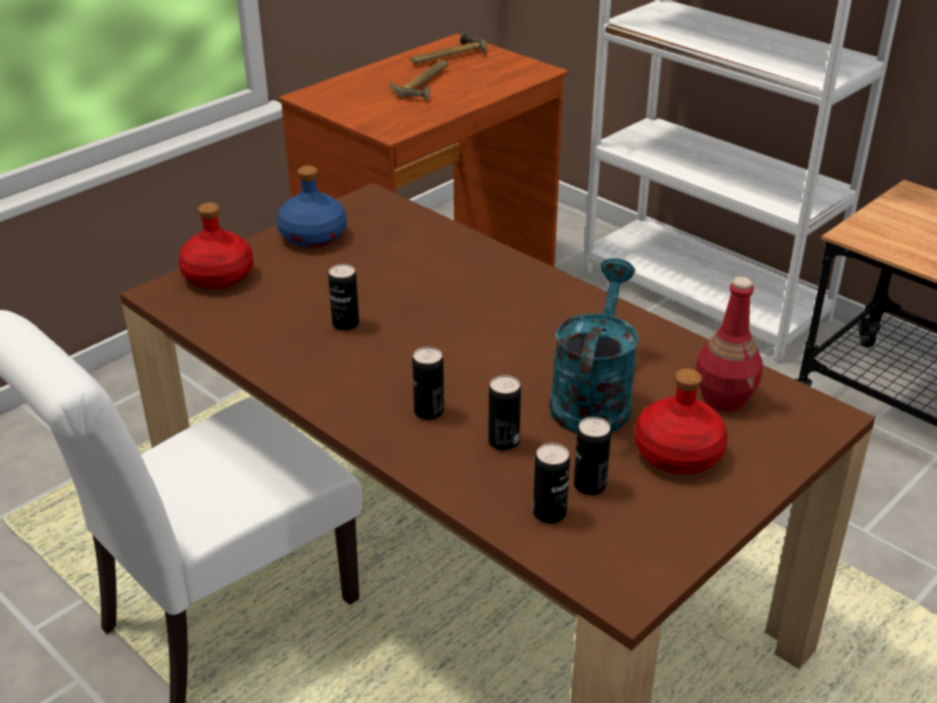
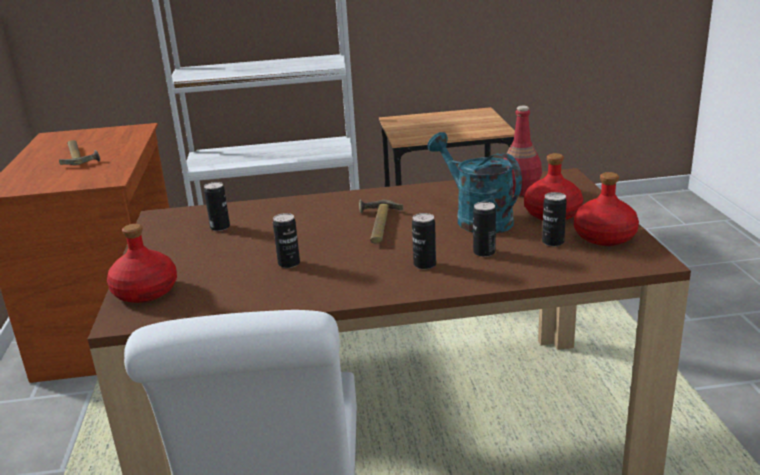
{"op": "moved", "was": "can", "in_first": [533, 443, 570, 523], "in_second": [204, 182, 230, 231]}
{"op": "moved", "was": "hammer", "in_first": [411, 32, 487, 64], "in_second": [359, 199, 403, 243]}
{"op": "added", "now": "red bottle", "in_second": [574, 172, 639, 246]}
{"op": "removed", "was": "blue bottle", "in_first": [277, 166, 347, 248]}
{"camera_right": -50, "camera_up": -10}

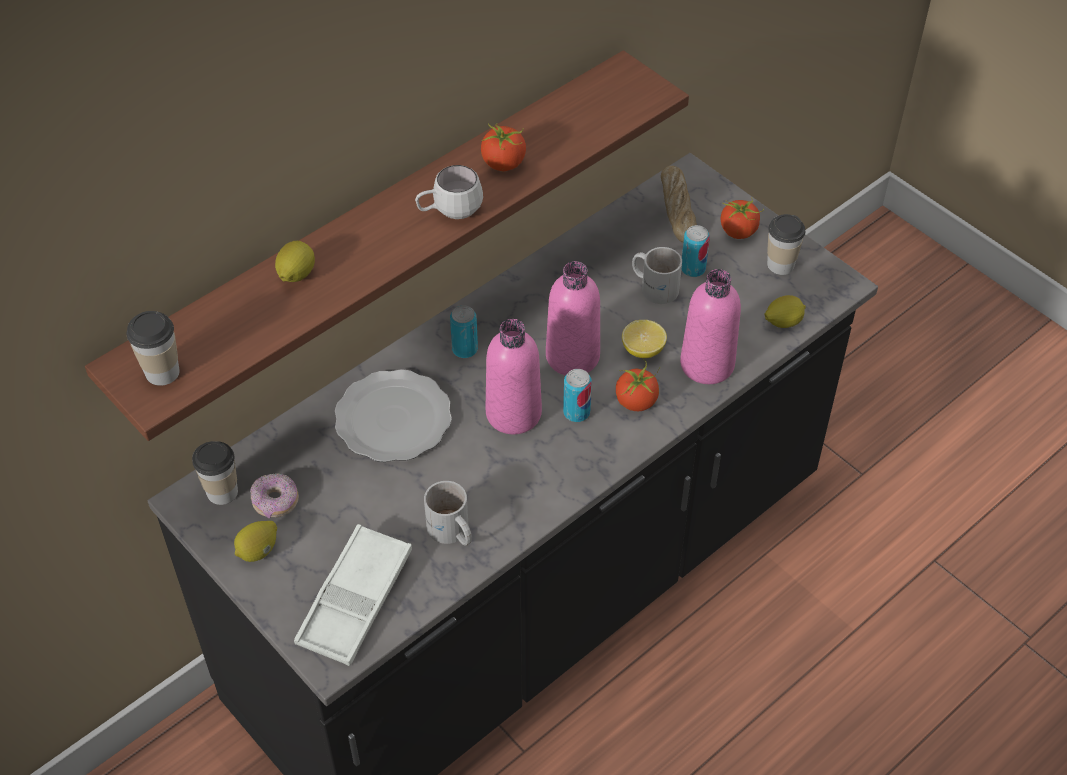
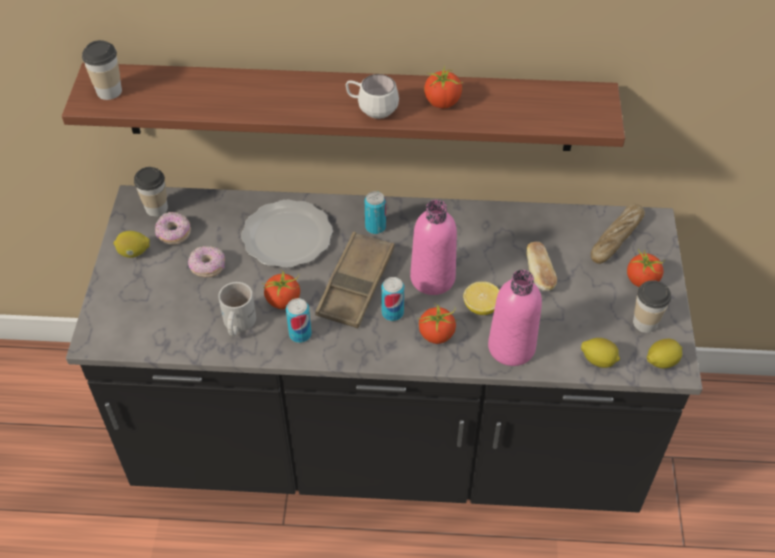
{"op": "added", "now": "donut", "in_second": [188, 246, 225, 277]}
{"op": "added", "now": "tomato", "in_second": [262, 269, 300, 309]}
{"op": "moved", "was": "can", "in_first": [681, 225, 710, 277], "in_second": [286, 298, 312, 343]}
{"op": "replaced", "was": "pink bottle", "now": "brown tray", "in_first": [486, 319, 542, 434], "in_second": [315, 231, 394, 328]}
{"op": "replaced", "was": "white mug", "now": "bread", "in_first": [632, 247, 682, 304], "in_second": [526, 242, 557, 291]}
{"op": "moved", "was": "lemon", "in_first": [275, 241, 315, 282], "in_second": [647, 339, 682, 368]}
{"op": "removed", "was": "white tray", "in_first": [294, 524, 412, 666]}
{"camera_right": 45, "camera_up": 0}

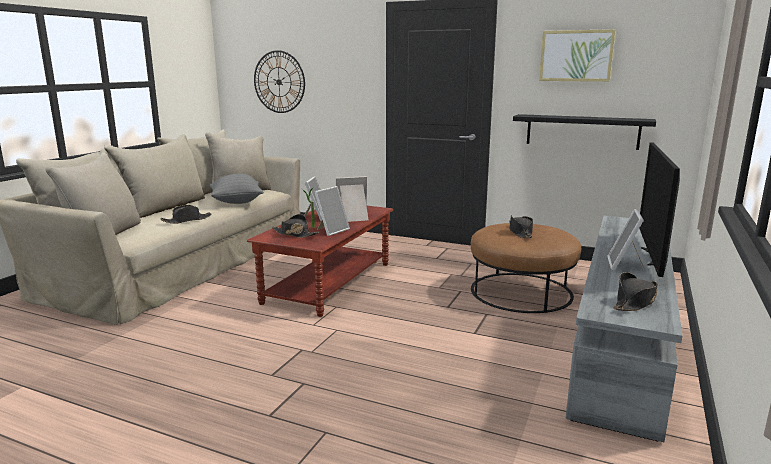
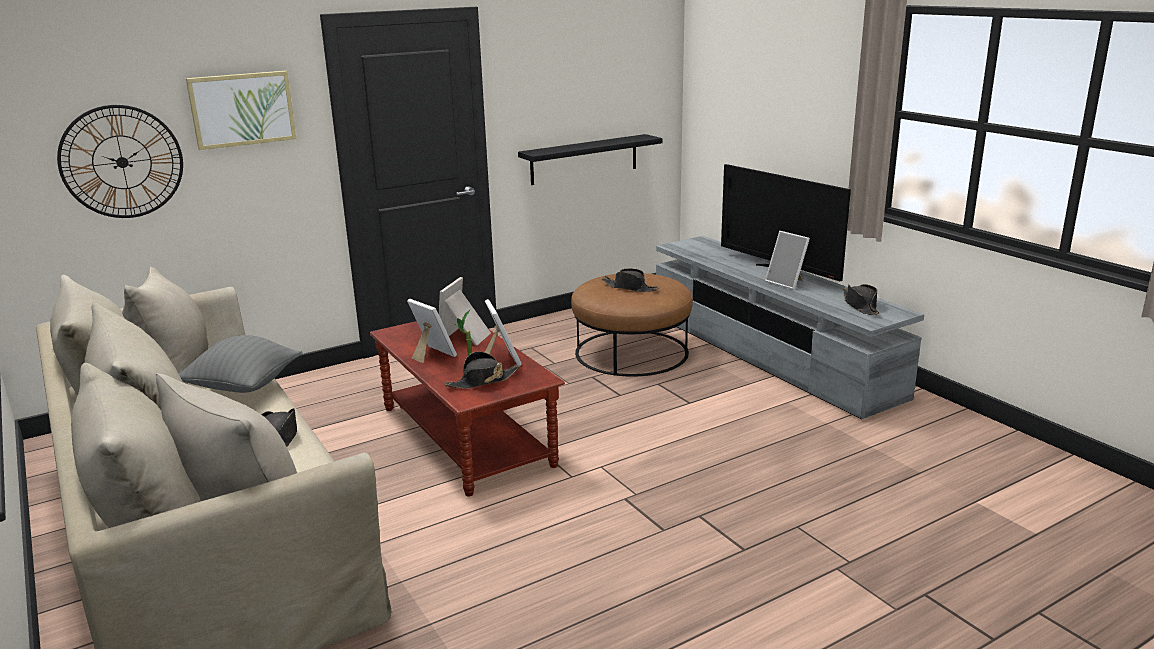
{"op": "moved", "was": "picture", "in_first": [539, 29, 616, 82], "in_second": [186, 71, 297, 150]}
{"camera_right": -55, "camera_up": 5}

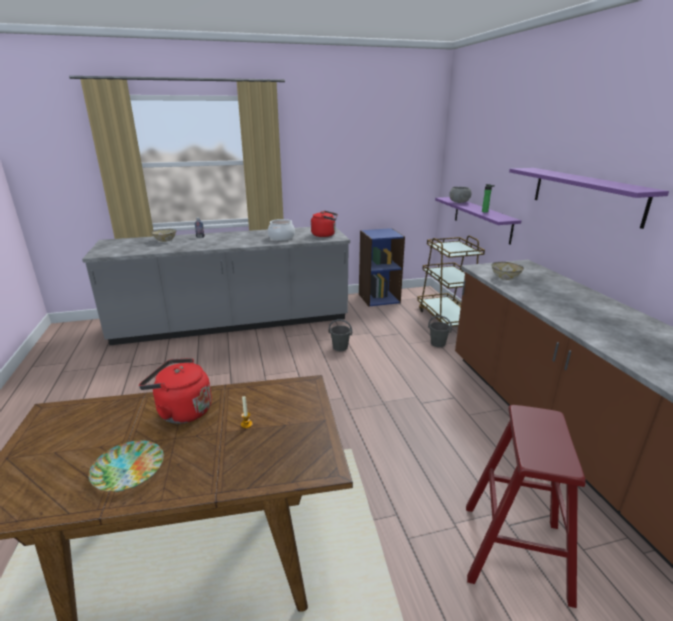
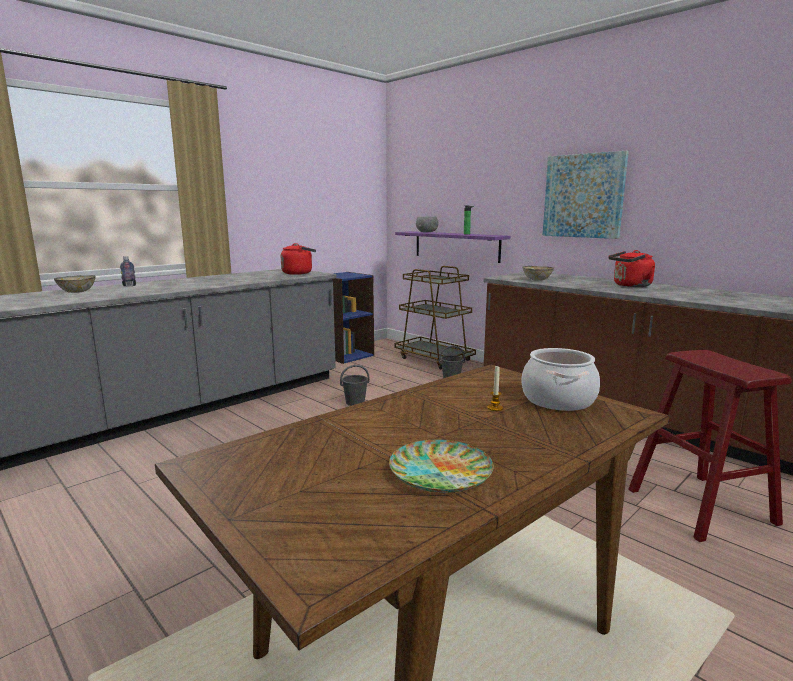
{"op": "moved", "was": "cooking pot", "in_first": [268, 219, 295, 241], "in_second": [521, 348, 600, 411]}
{"op": "replaced", "was": "purple shelf", "now": "picture", "in_first": [509, 168, 669, 229], "in_second": [542, 151, 629, 239]}
{"op": "moved", "was": "red kettle", "in_first": [139, 358, 212, 424], "in_second": [608, 250, 655, 287]}
{"camera_right": -30, "camera_up": -10}

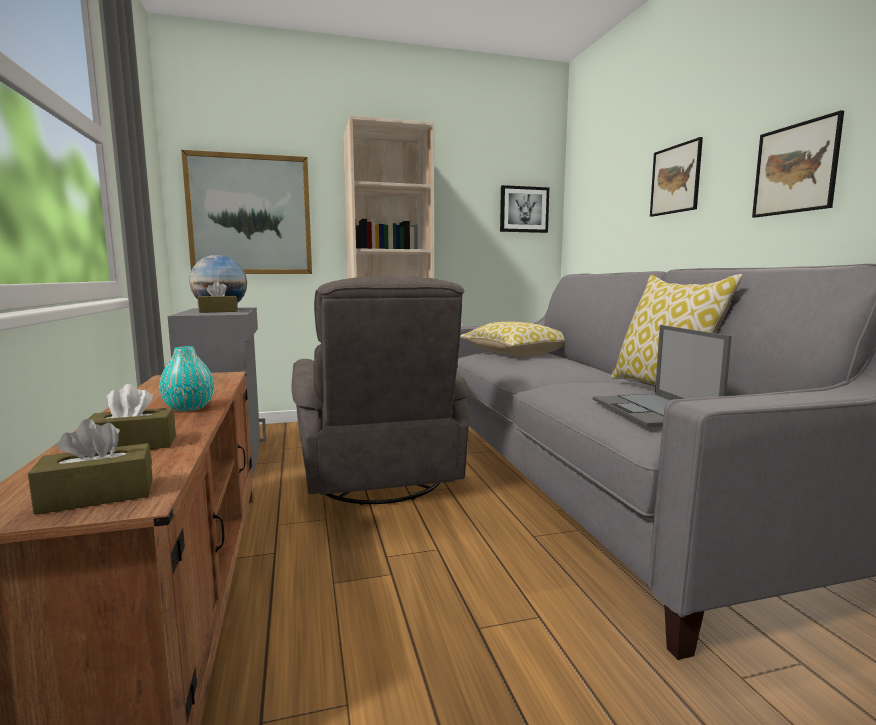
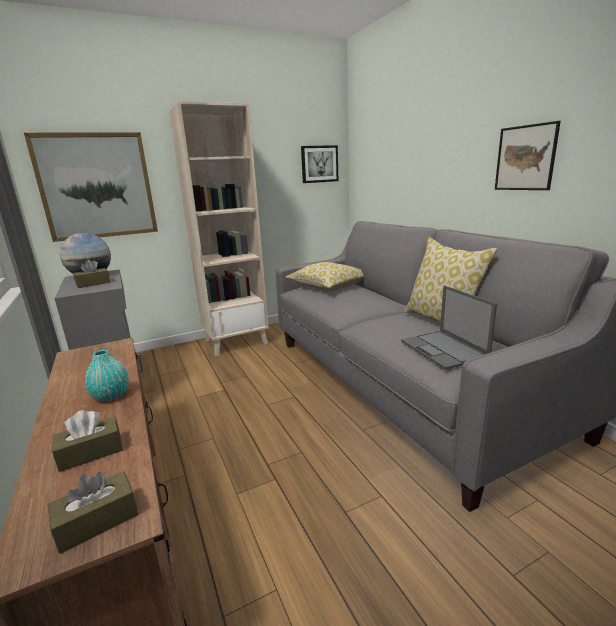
{"op": "removed", "was": "grey armchair", "in_first": [292, 276, 469, 505]}
{"op": "removed", "was": "picture", "in_first": [650, 137, 703, 217]}
{"camera_right": -10, "camera_up": 10}

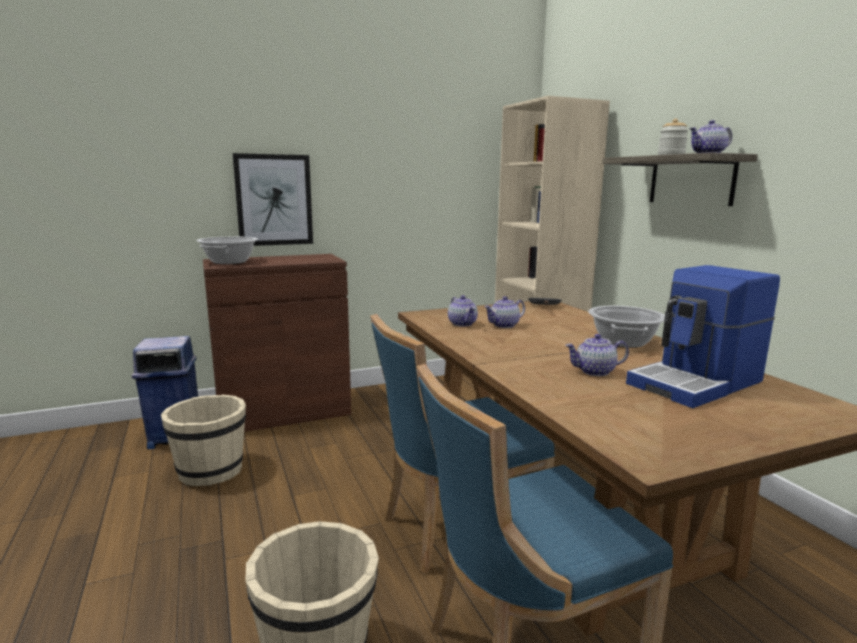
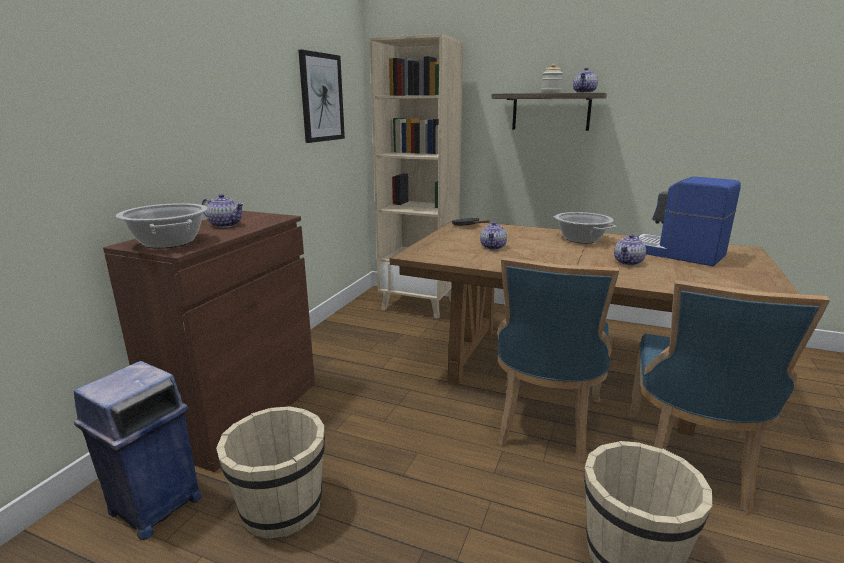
{"op": "moved", "was": "teapot", "in_first": [448, 295, 478, 326], "in_second": [202, 194, 244, 228]}
{"op": "moved", "was": "picture", "in_first": [233, 153, 313, 246], "in_second": [298, 50, 345, 143]}
{"op": "turned", "was": "coffee machine", "in_first": [626, 265, 780, 408], "in_second": [638, 176, 741, 266], "clockwise": 120}
{"camera_right": -45, "camera_up": 5}

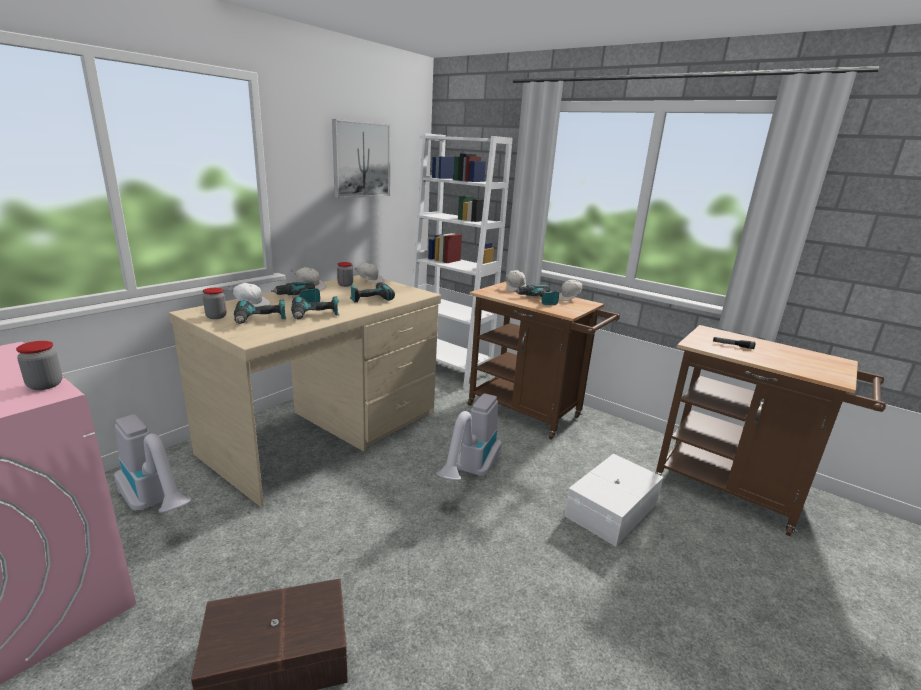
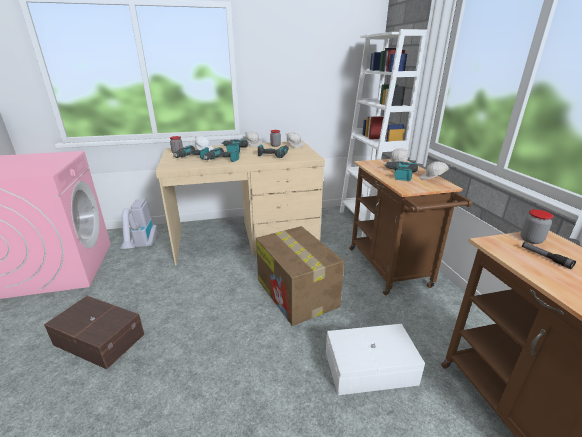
{"op": "replaced", "was": "vacuum cleaner", "now": "cardboard box", "in_first": [436, 394, 502, 481], "in_second": [256, 226, 344, 326]}
{"op": "moved", "was": "jar", "in_first": [16, 341, 62, 390], "in_second": [521, 209, 553, 244]}
{"op": "removed", "was": "picture", "in_first": [332, 119, 390, 198]}
{"camera_right": 40, "camera_up": 5}

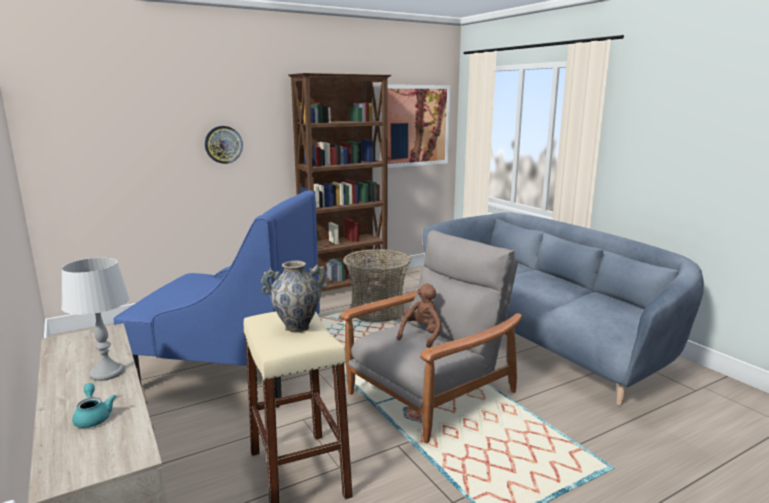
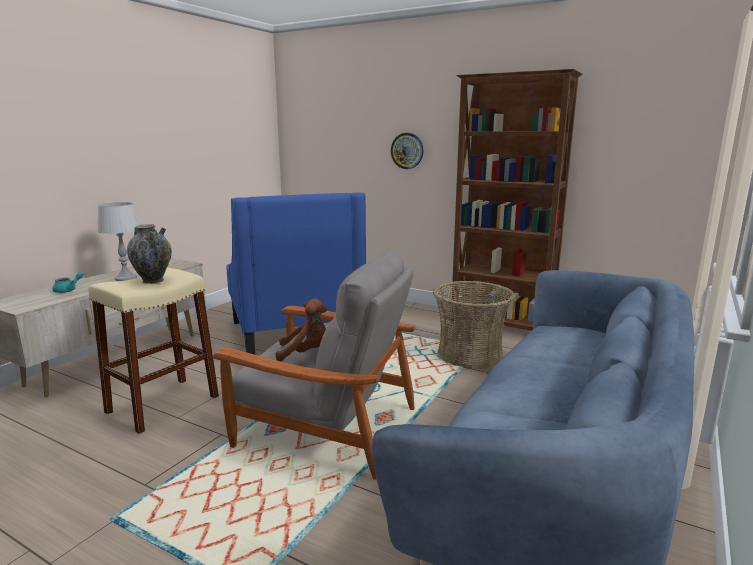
{"op": "removed", "was": "picture", "in_first": [381, 85, 450, 168]}
{"camera_right": 60, "camera_up": 0}

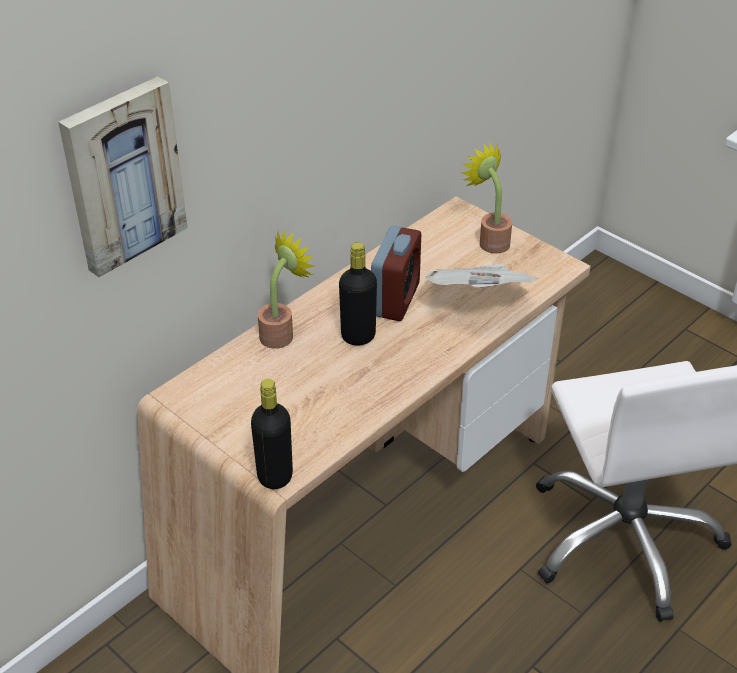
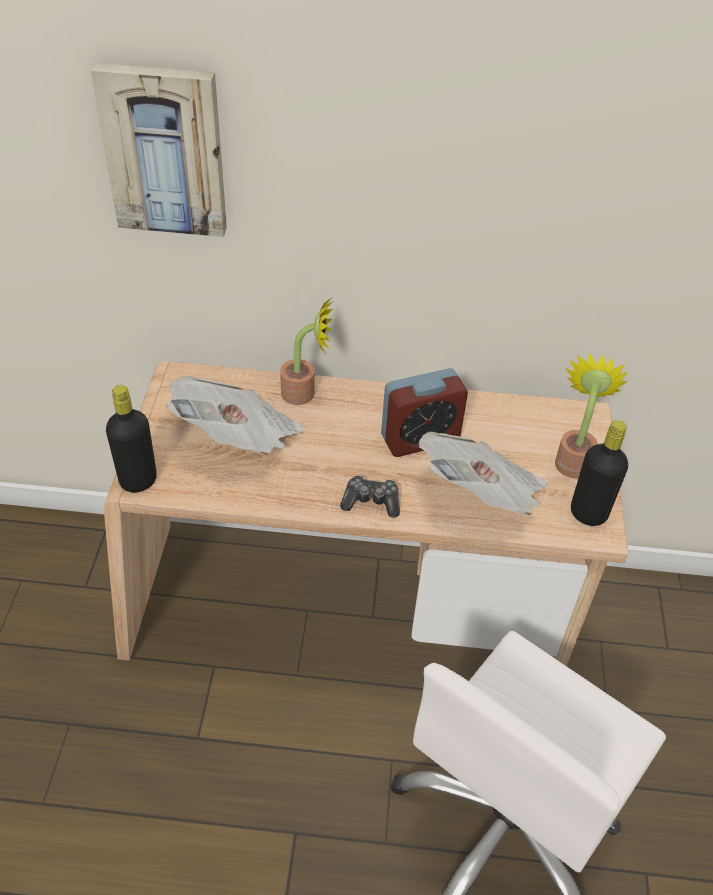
{"op": "added", "now": "newspaper", "in_second": [166, 376, 304, 454]}
{"op": "added", "now": "game controller", "in_second": [340, 475, 400, 518]}
{"op": "moved", "was": "black bottle", "in_first": [339, 242, 377, 345], "in_second": [571, 420, 628, 526]}
{"camera_right": 50, "camera_up": 5}

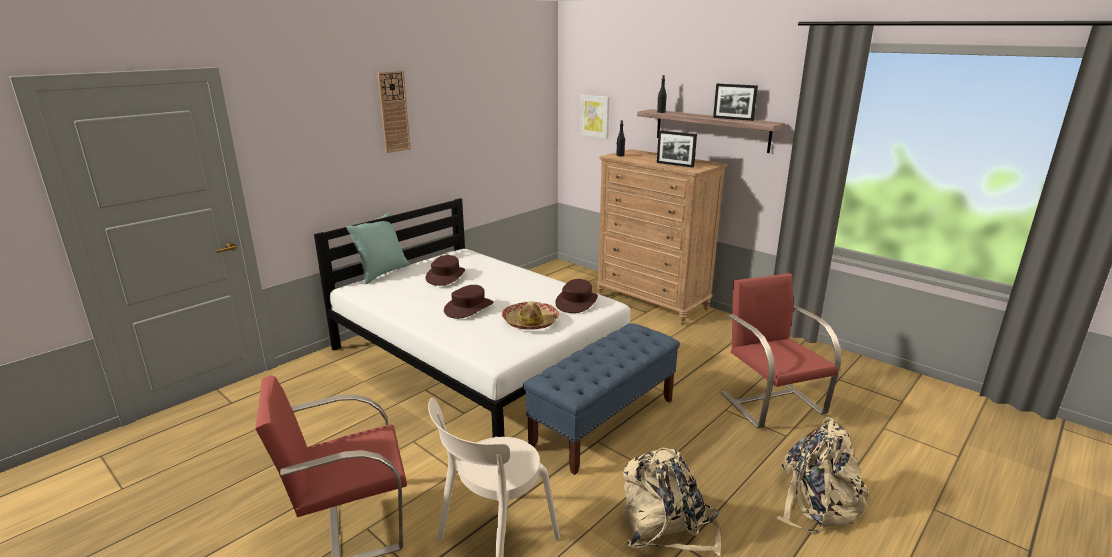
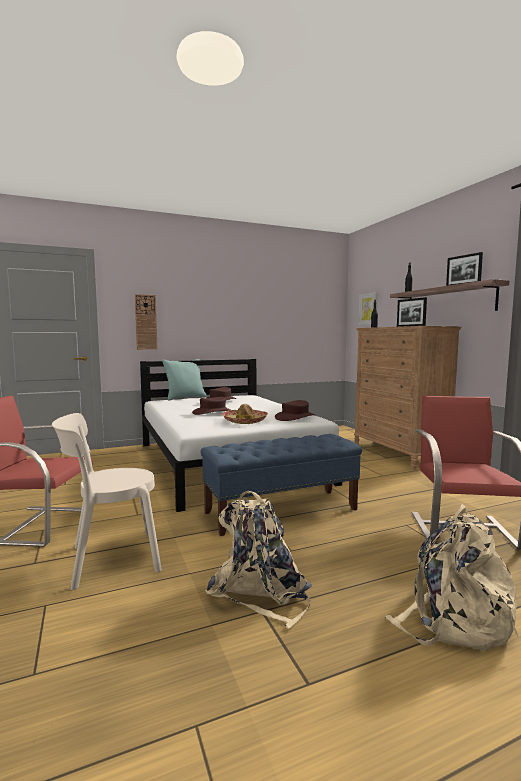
{"op": "moved", "was": "wall clock", "in_first": [377, 71, 411, 153], "in_second": [135, 294, 158, 350]}
{"camera_right": 25, "camera_up": -15}

